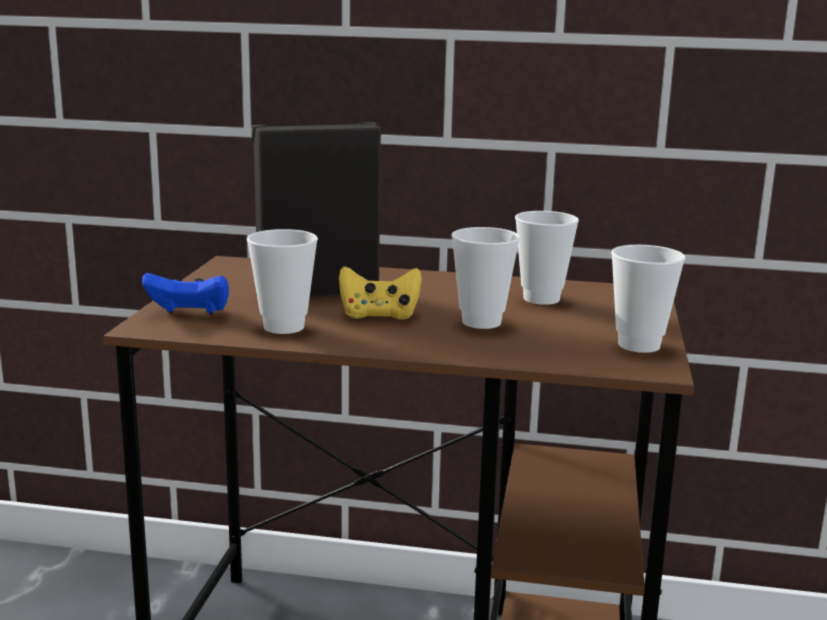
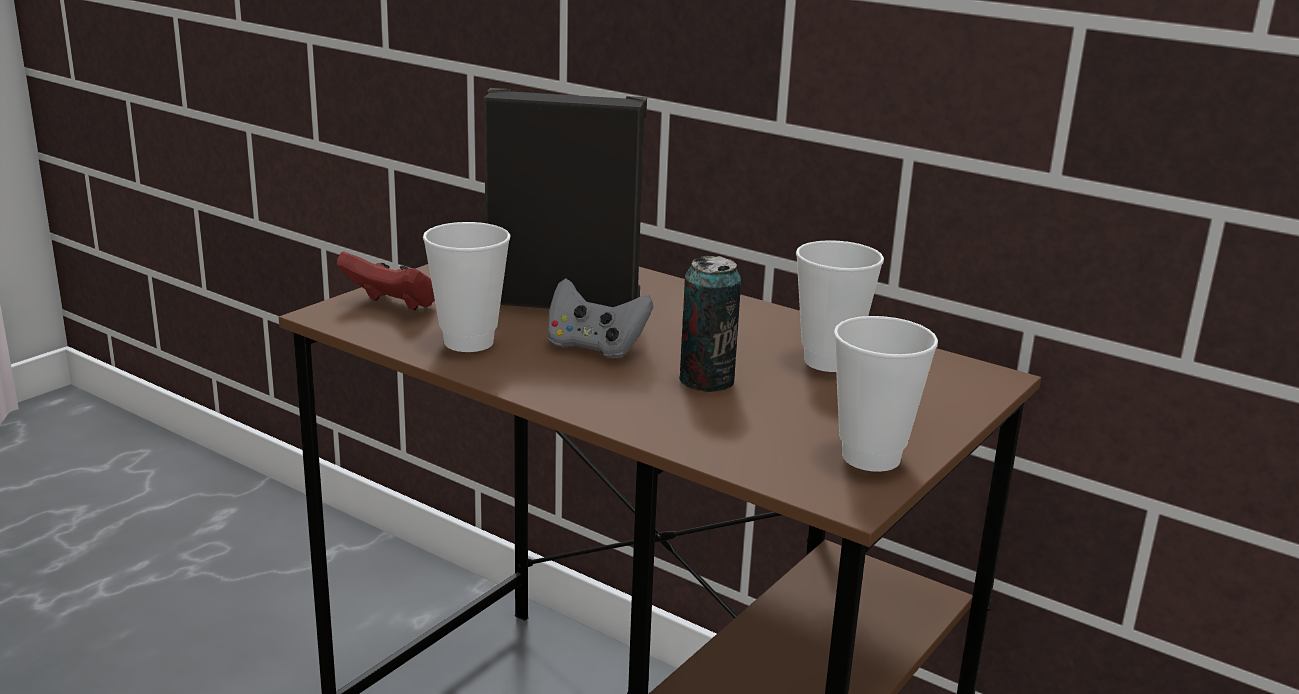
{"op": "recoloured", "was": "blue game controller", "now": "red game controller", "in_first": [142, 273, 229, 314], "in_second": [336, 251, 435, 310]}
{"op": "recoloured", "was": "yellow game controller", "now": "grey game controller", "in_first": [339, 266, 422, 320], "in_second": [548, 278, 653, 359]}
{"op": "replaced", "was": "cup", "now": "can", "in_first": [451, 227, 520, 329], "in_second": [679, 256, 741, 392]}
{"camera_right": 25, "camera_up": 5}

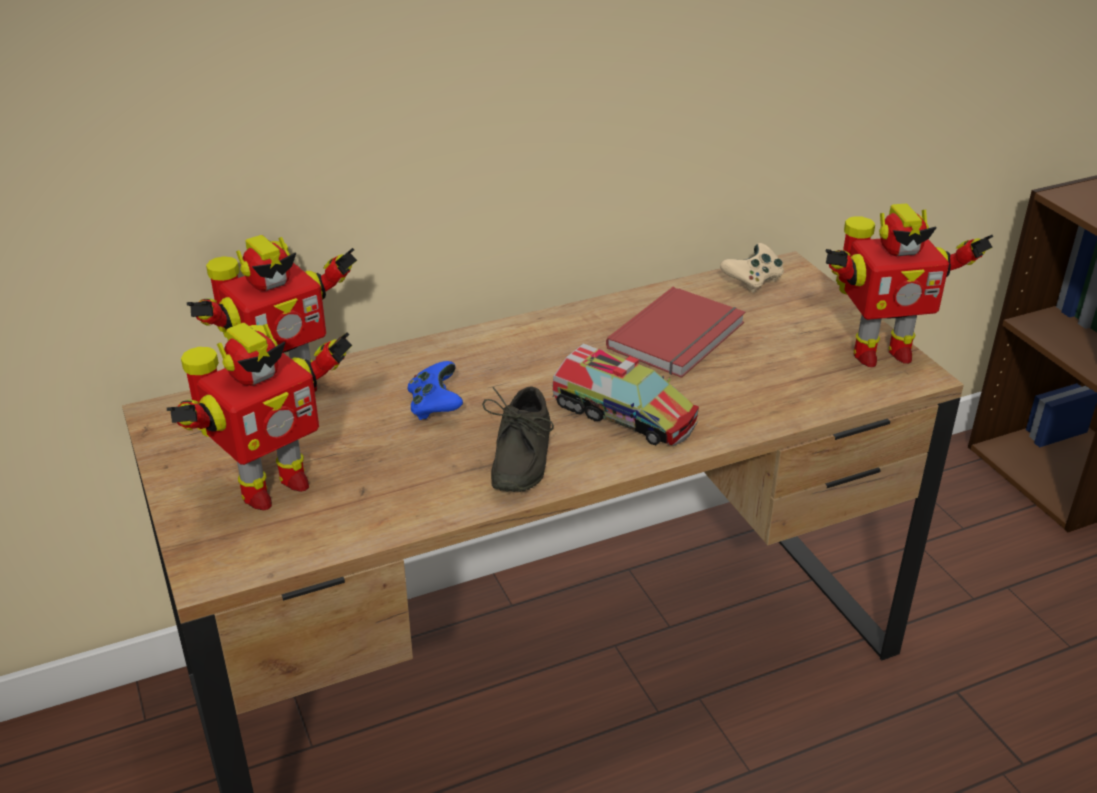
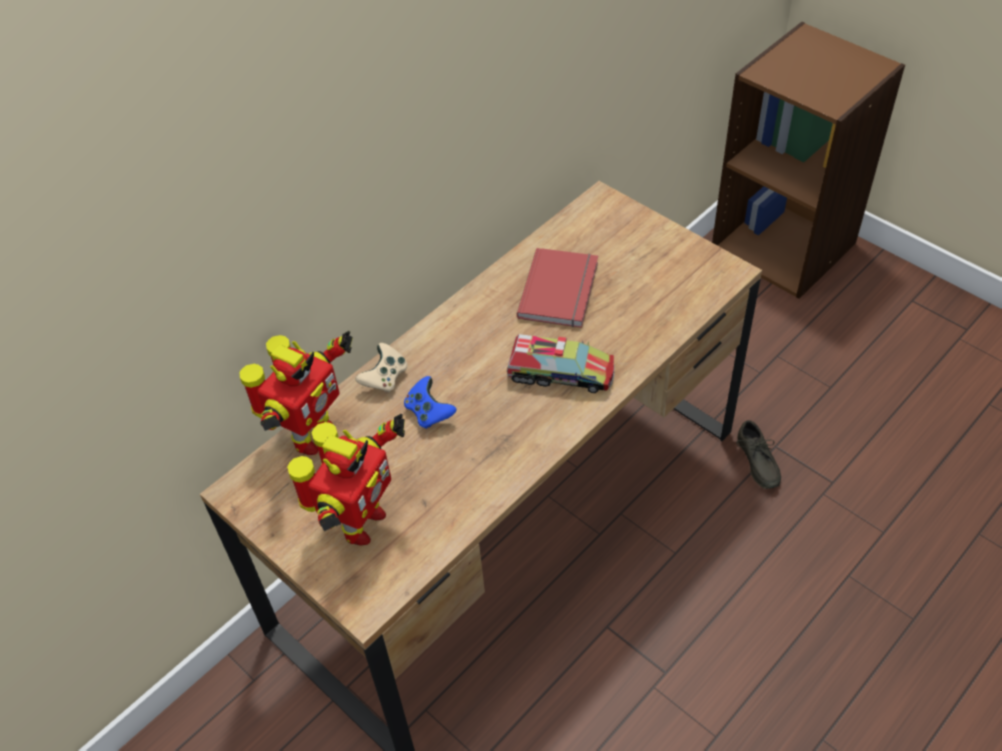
{"op": "moved", "was": "beige game controller", "in_first": [720, 243, 784, 293], "in_second": [355, 343, 408, 393]}
{"op": "moved", "was": "grey shoe", "in_first": [482, 386, 554, 492], "in_second": [736, 420, 781, 489]}
{"op": "removed", "was": "toy robot", "in_first": [825, 204, 993, 367]}
{"camera_right": -20, "camera_up": 15}

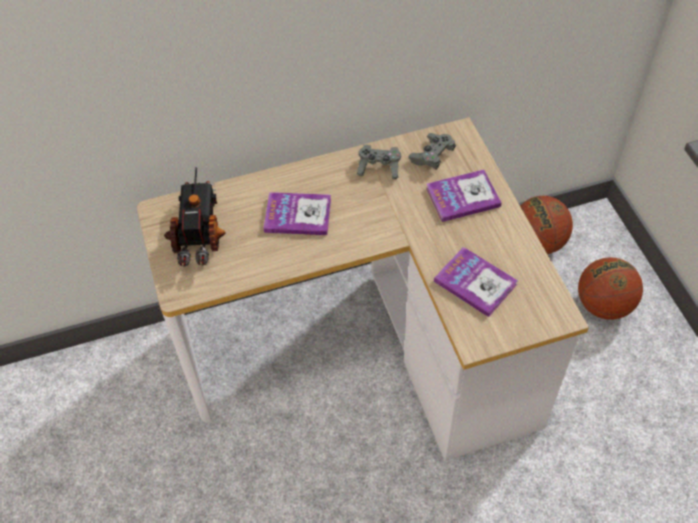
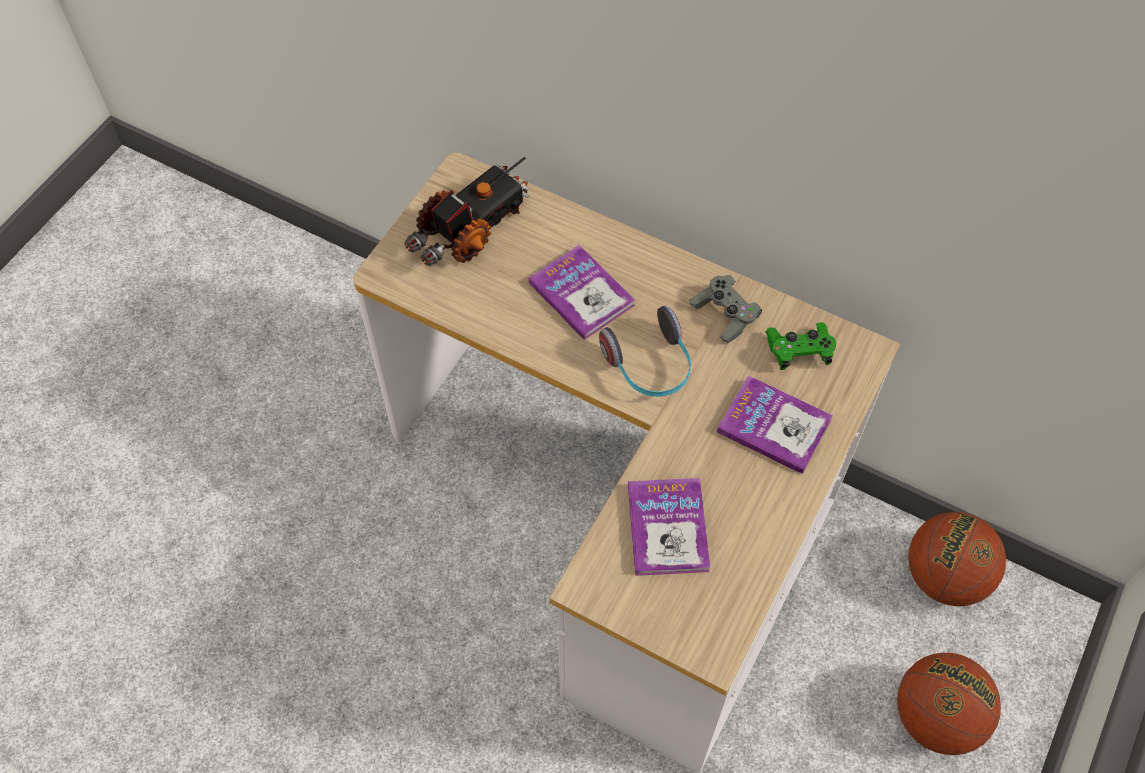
{"op": "added", "now": "headphones", "in_second": [599, 306, 691, 397]}
{"op": "recoloured", "was": "grey game controller", "now": "green game controller", "in_first": [409, 133, 456, 170], "in_second": [765, 322, 836, 370]}
{"camera_right": 45, "camera_up": 5}

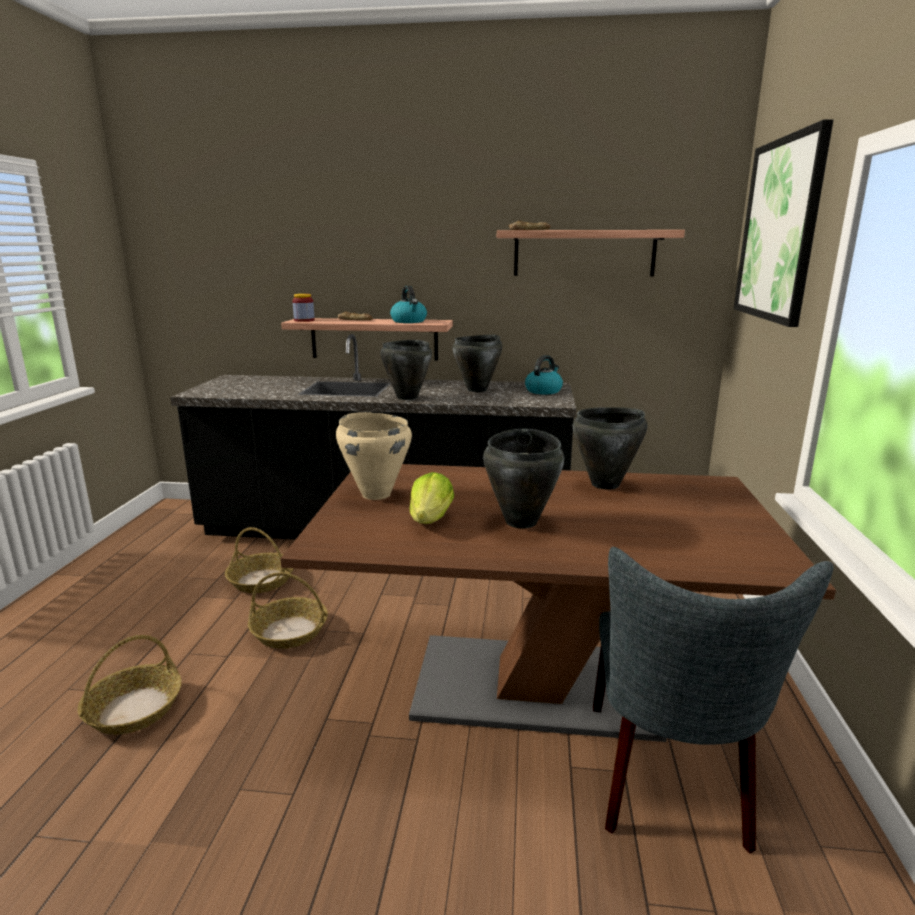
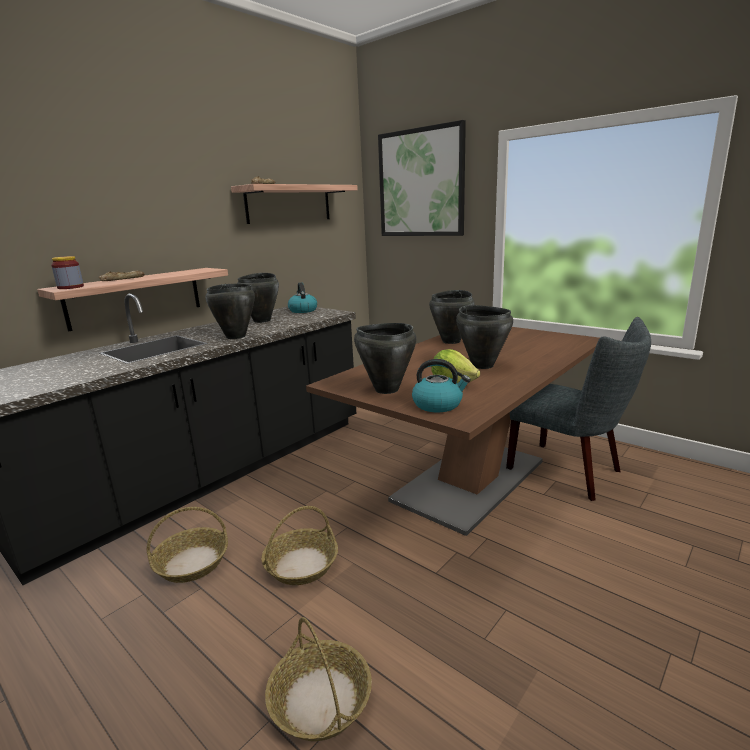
{"op": "recoloured", "was": "beige cooking pot", "now": "black cooking pot", "in_first": [336, 412, 412, 500], "in_second": [354, 323, 416, 394]}
{"op": "moved", "was": "kettle", "in_first": [390, 286, 427, 323], "in_second": [412, 359, 471, 412]}
{"camera_right": -55, "camera_up": 0}

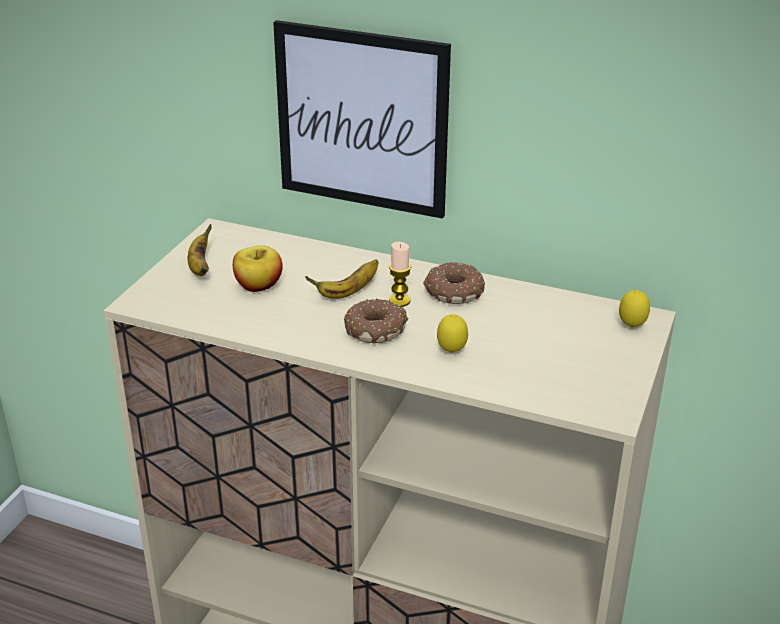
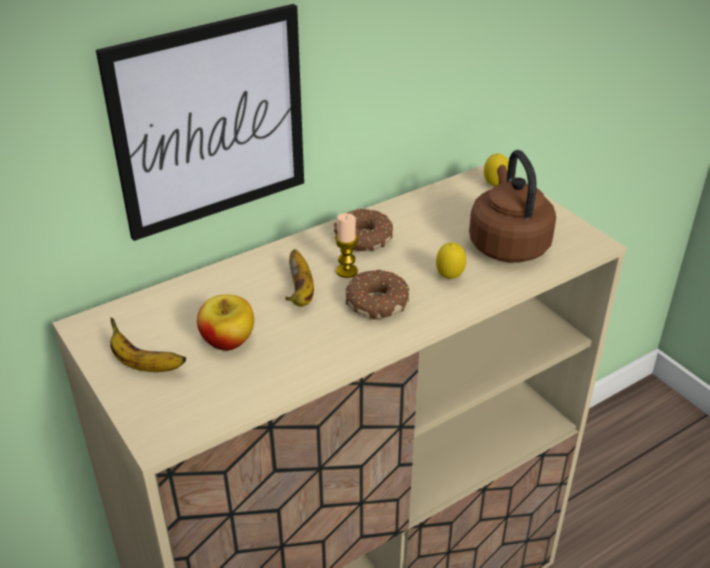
{"op": "added", "now": "brown kettle", "in_second": [469, 150, 556, 263]}
{"camera_right": -55, "camera_up": 5}

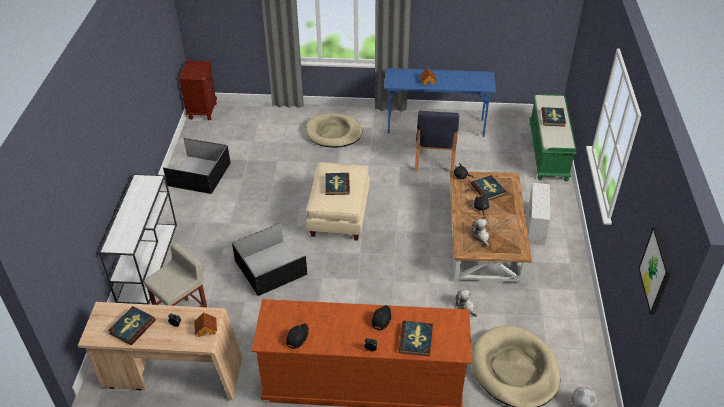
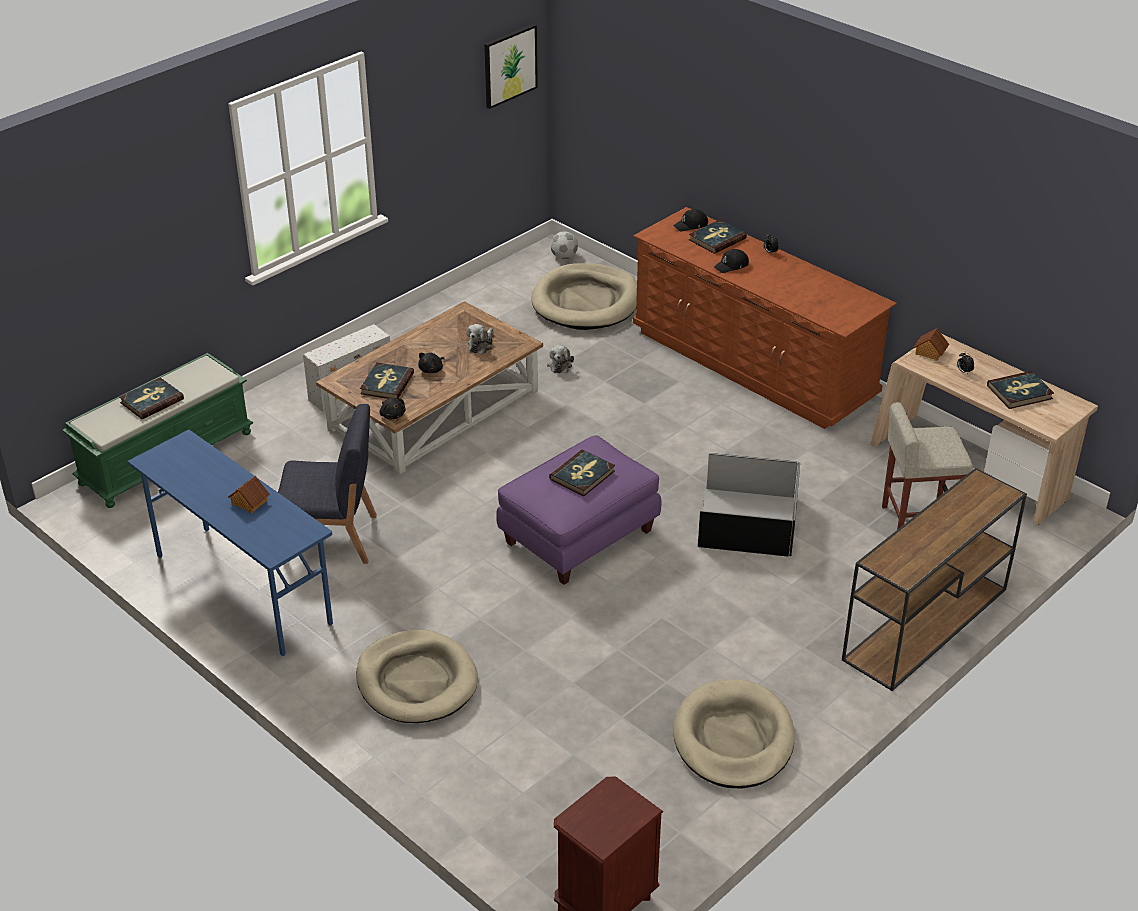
{"op": "turned", "was": "blue chair", "in_first": [415, 111, 459, 171], "in_second": [278, 404, 377, 564], "clockwise": 45}
{"op": "recoloured", "was": "beige ottoman", "now": "purple ottoman", "in_first": [306, 162, 370, 241], "in_second": [496, 435, 661, 585]}
{"op": "moved", "was": "black cap", "in_first": [286, 324, 309, 349], "in_second": [673, 209, 708, 232]}
{"op": "replaced", "was": "black storage box", "now": "beige dog bed", "in_first": [163, 138, 231, 194], "in_second": [673, 679, 795, 789]}
{"op": "recoloured", "was": "white console table", "now": "brown console table", "in_first": [99, 174, 177, 304], "in_second": [842, 468, 1027, 691]}
{"camera_right": -140, "camera_up": -5}

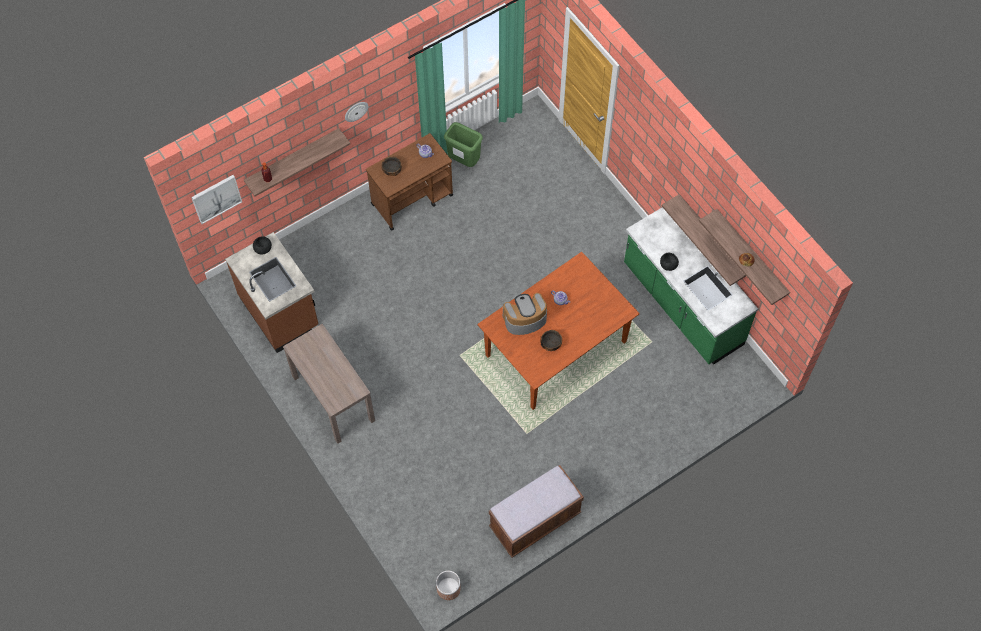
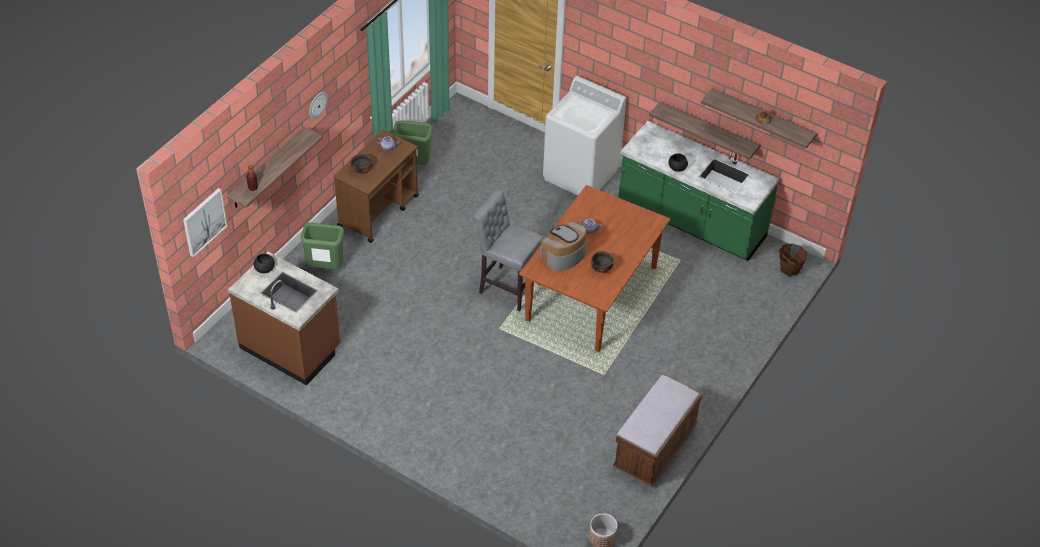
{"op": "added", "now": "green trash can", "in_second": [301, 223, 344, 269]}
{"op": "added", "now": "grey stool", "in_second": [473, 190, 544, 311]}
{"op": "added", "now": "white washing machine", "in_second": [543, 76, 626, 195]}
{"op": "added", "now": "brown bucket", "in_second": [779, 244, 807, 277]}
{"op": "removed", "was": "brown console table", "in_first": [283, 324, 375, 444]}
{"camera_right": -25, "camera_up": -15}

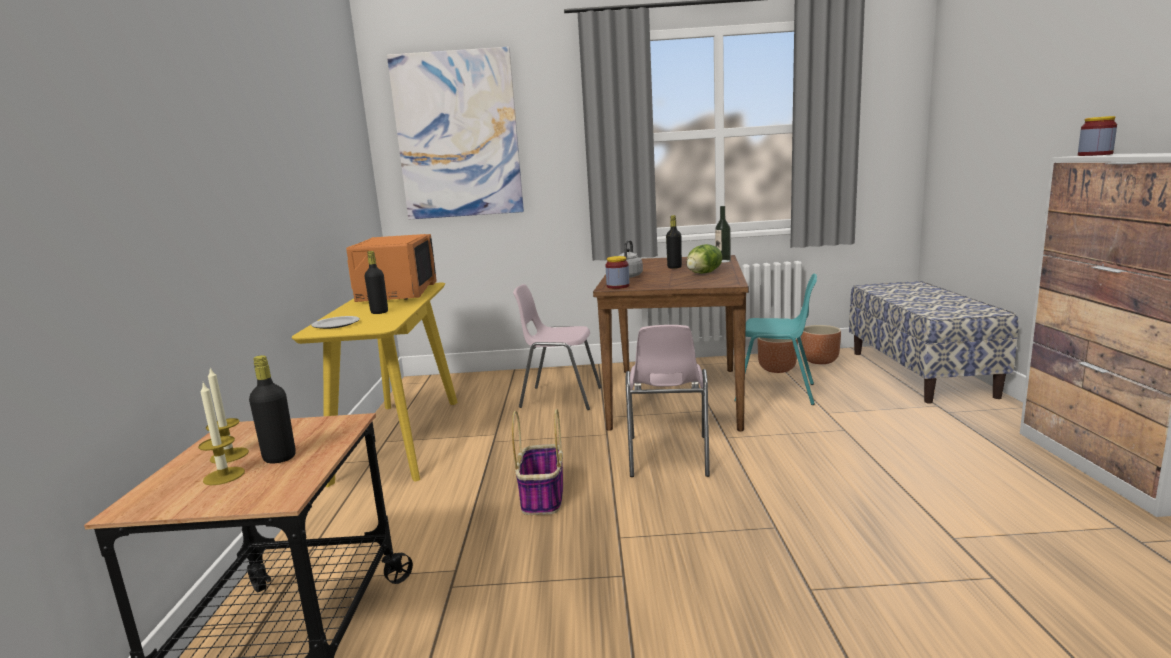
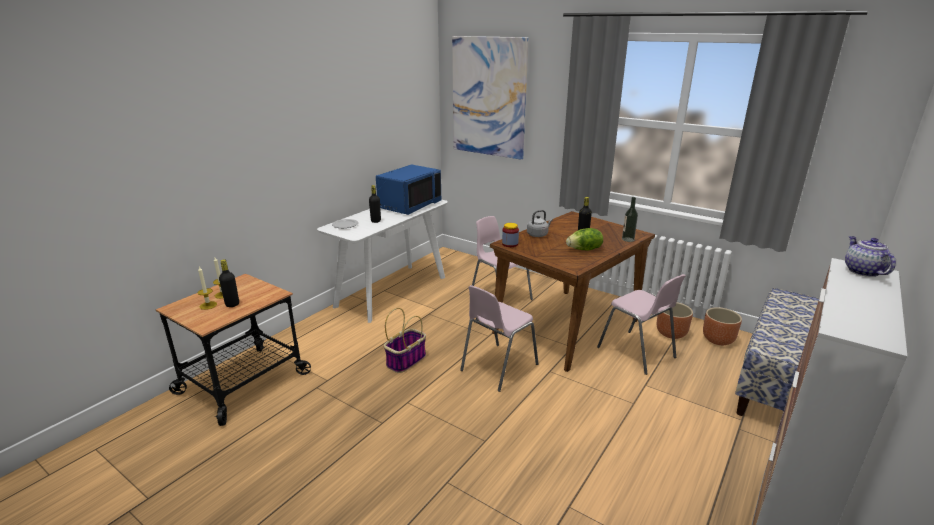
{"op": "recoloured", "was": "yellow console table", "now": "white console table", "in_first": [292, 283, 458, 487], "in_second": [317, 200, 448, 323]}
{"op": "recoloured", "was": "orange microwave", "now": "blue microwave", "in_first": [346, 234, 437, 302], "in_second": [376, 164, 441, 215]}
{"op": "recoloured", "was": "turquoise chair", "now": "pink chair", "in_first": [734, 274, 817, 405], "in_second": [597, 274, 686, 375]}
{"op": "replaced", "was": "jar", "now": "teapot", "in_first": [1078, 116, 1117, 156], "in_second": [845, 236, 896, 277]}
{"camera_right": 35, "camera_up": 10}

